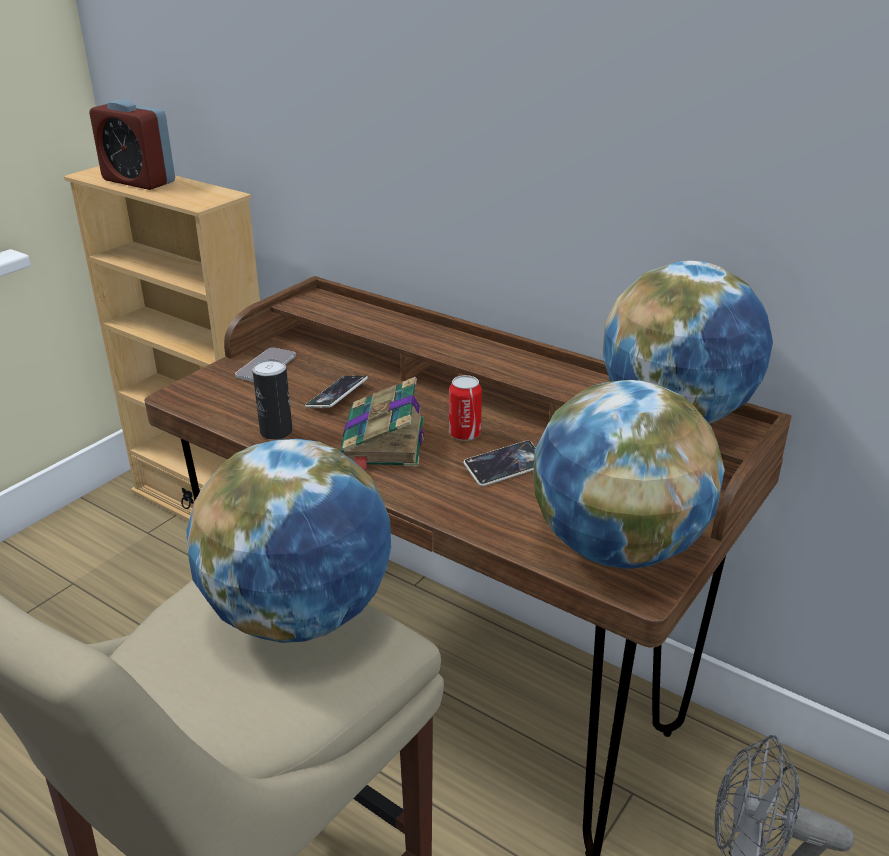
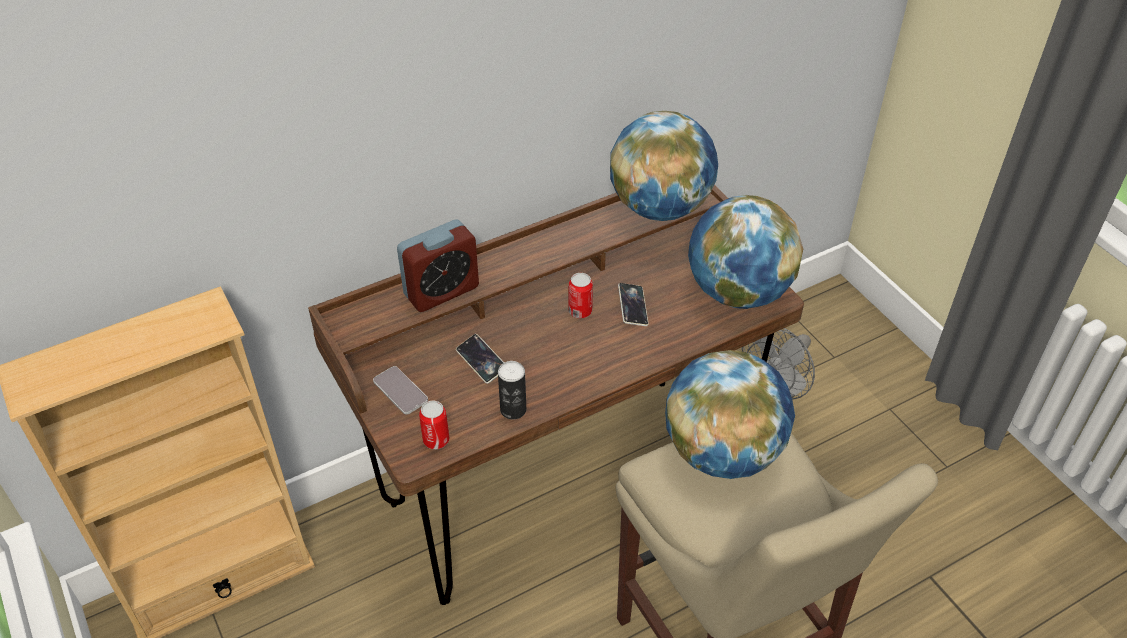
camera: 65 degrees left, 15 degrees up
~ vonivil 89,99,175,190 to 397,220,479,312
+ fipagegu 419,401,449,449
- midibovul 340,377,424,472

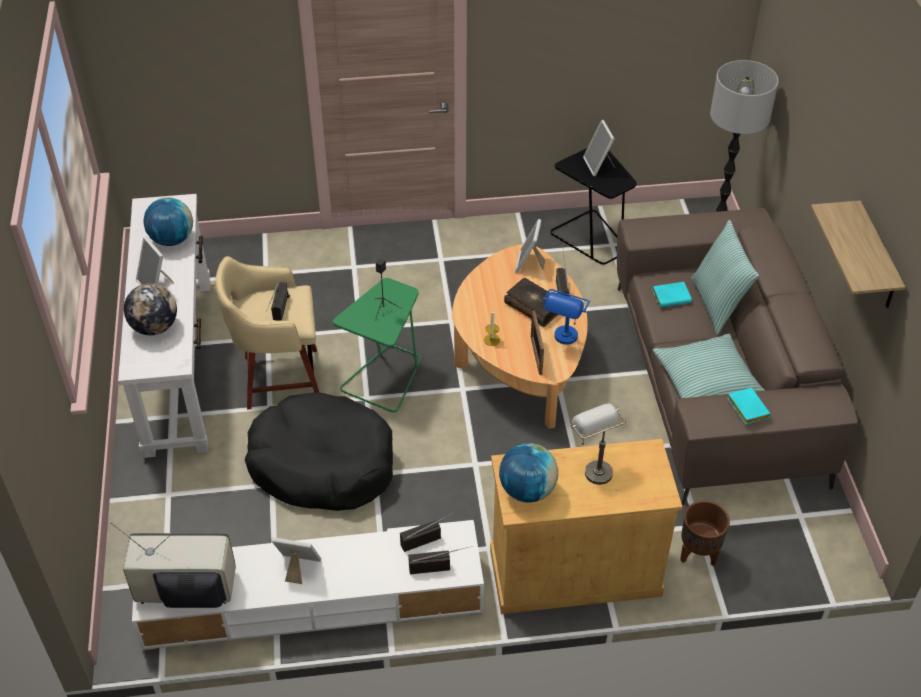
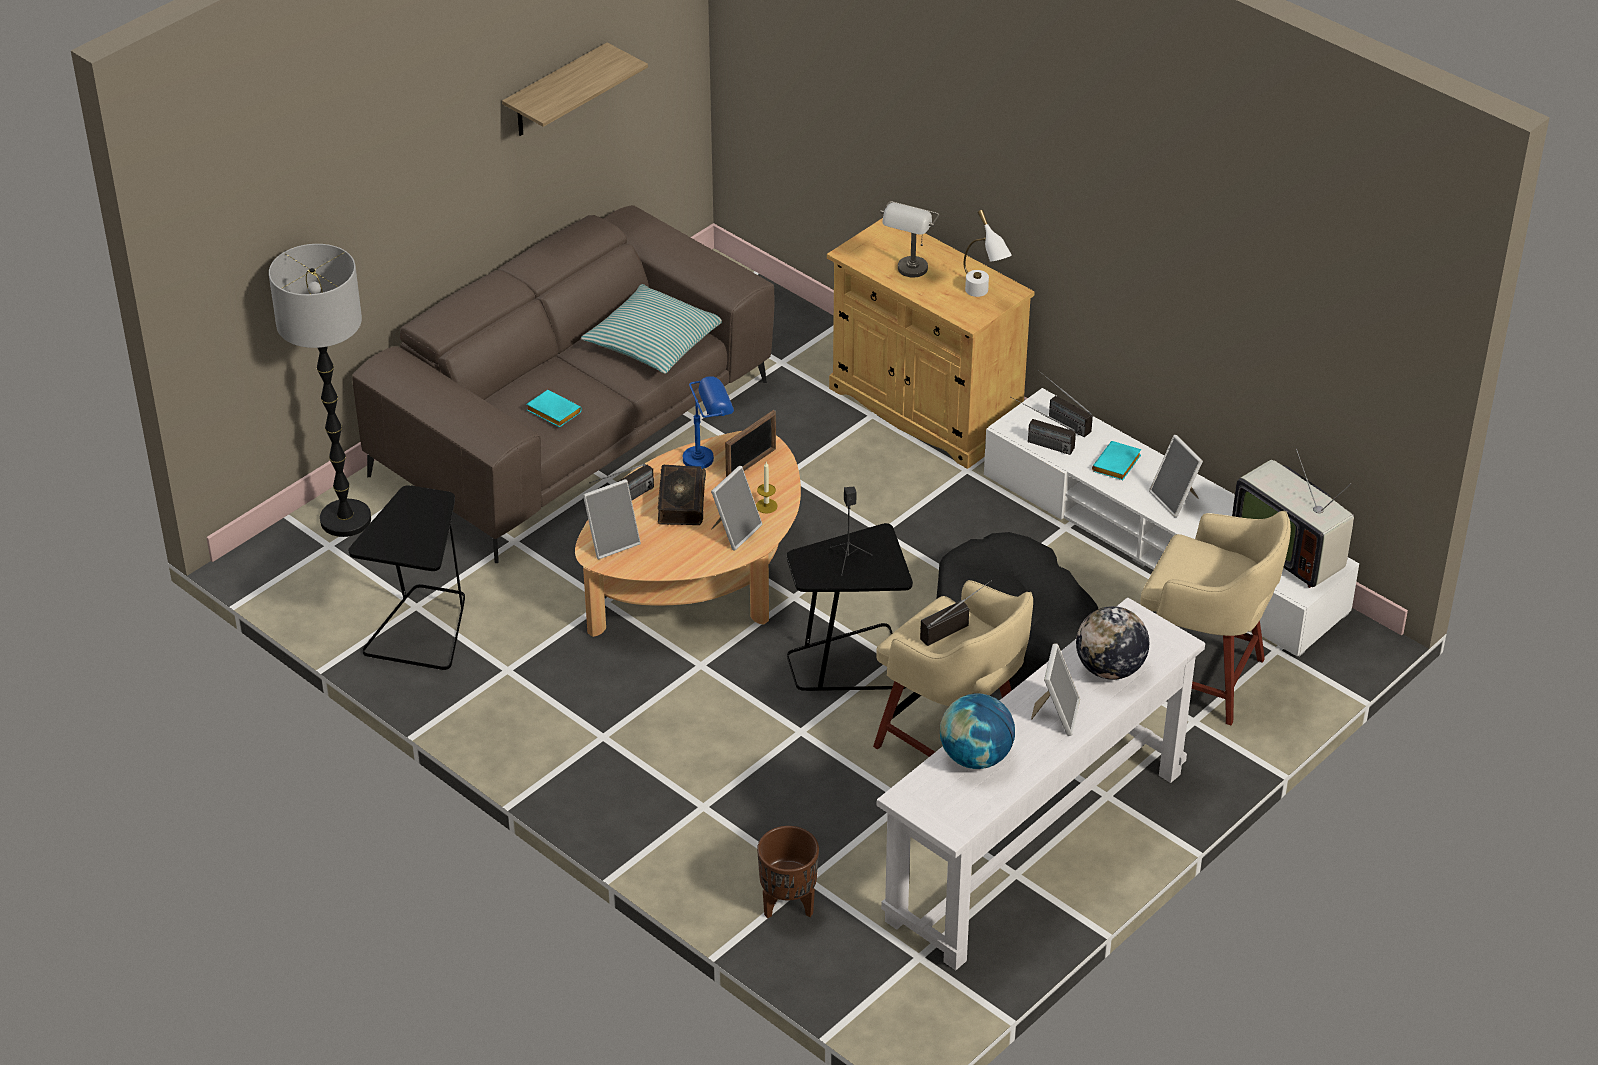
camera: 130 degrees left, 5 degrees down
~ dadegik 583,120,615,176 to 711,466,763,550
~ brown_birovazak 680,501,730,566 to 757,826,819,918
~ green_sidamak 333,278,421,413 to black_sidamak 787,523,913,691
~ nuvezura 499,443,558,503 to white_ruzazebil 964,210,1012,297
~ turquoise_midibovul 727,388,771,424 to 1092,441,1141,480
+ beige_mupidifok 1140,511,1291,725
- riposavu 691,220,759,335

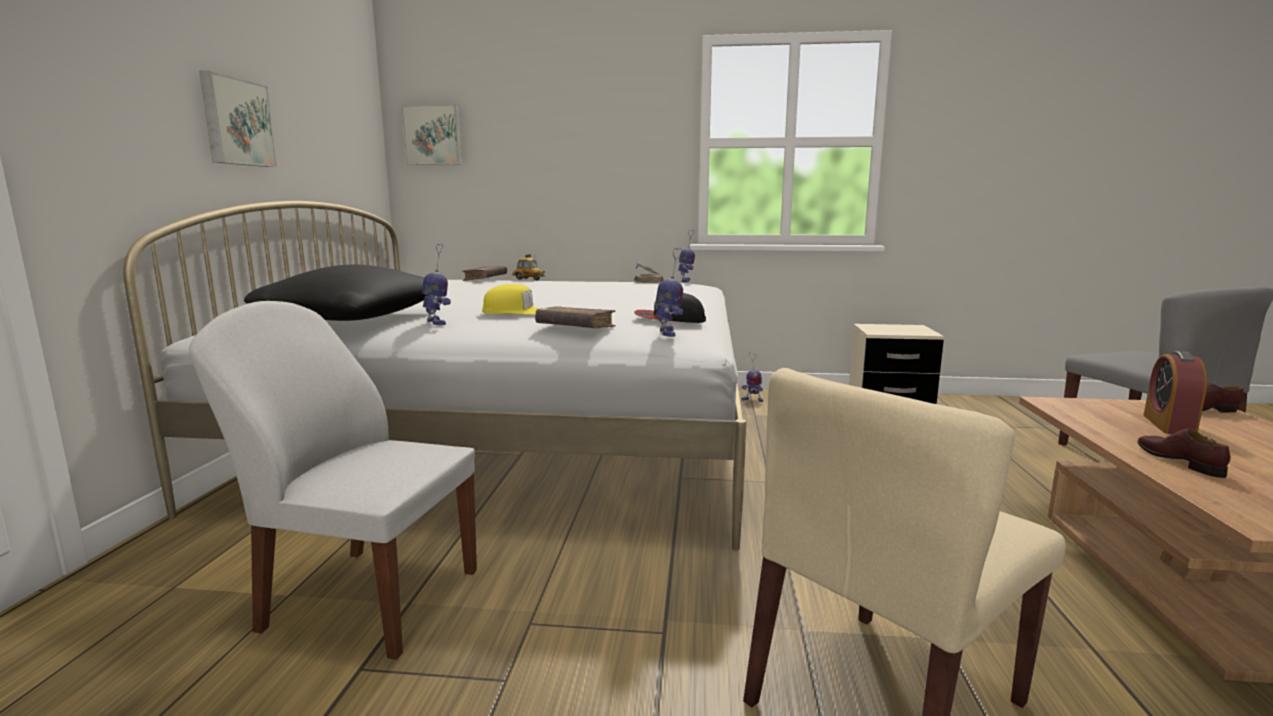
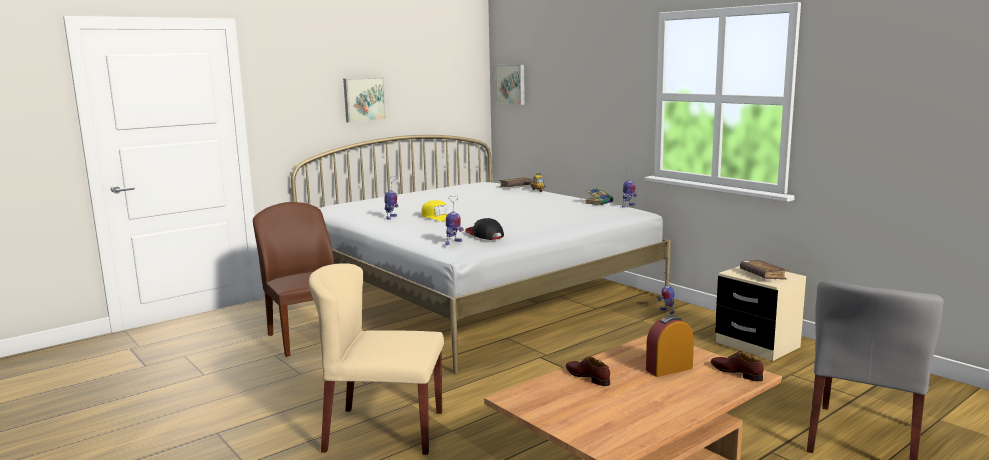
camera: 45 degrees right, 0 degrees up
~ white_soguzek 189,301,477,660 to brown_soguzek 253,202,334,357
~ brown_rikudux 1137,428,1230,478 = 566,356,610,386 75 degrees counterclockwise
~ brown_midibovul 535,306,616,328 to 740,260,788,279
- black_riposavu 244,265,432,321

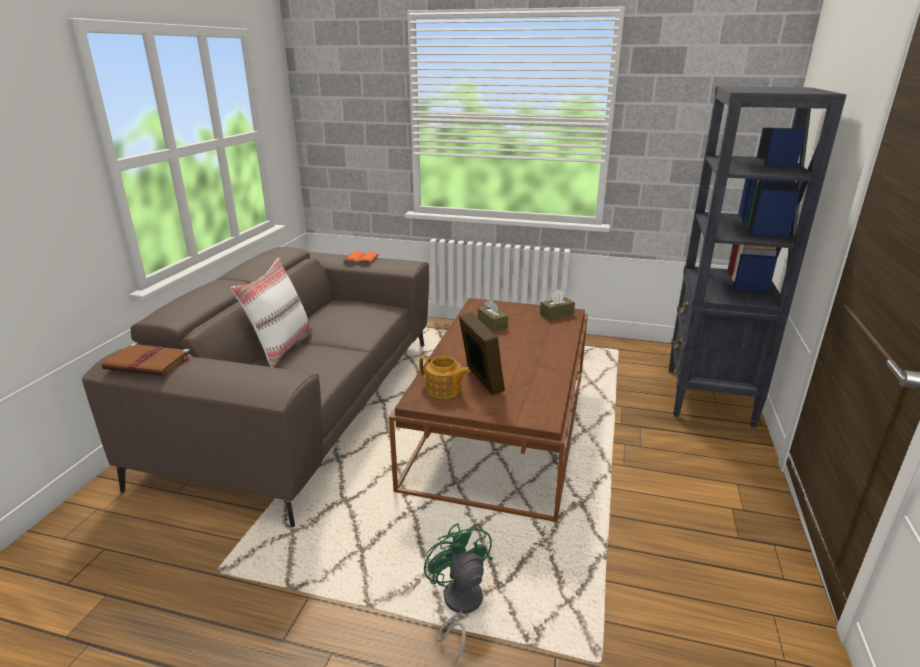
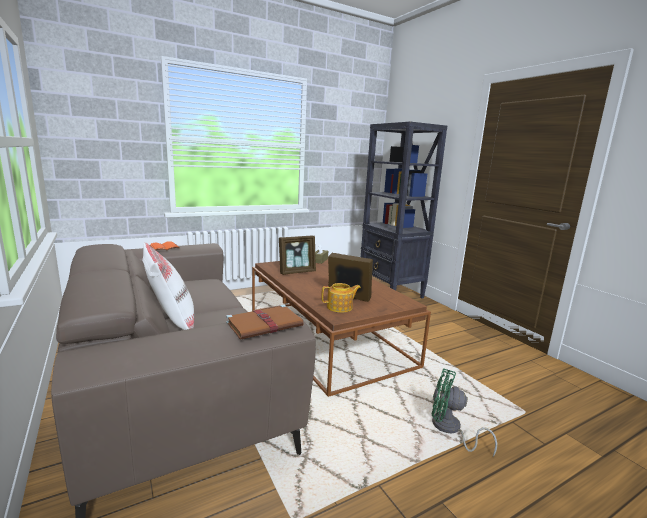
camera: 45 degrees left, 10 degrees down
~ brown_midibovul 102,343,192,376 to 226,305,304,339
~ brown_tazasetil 478,299,508,332 to dadegik 279,235,316,275

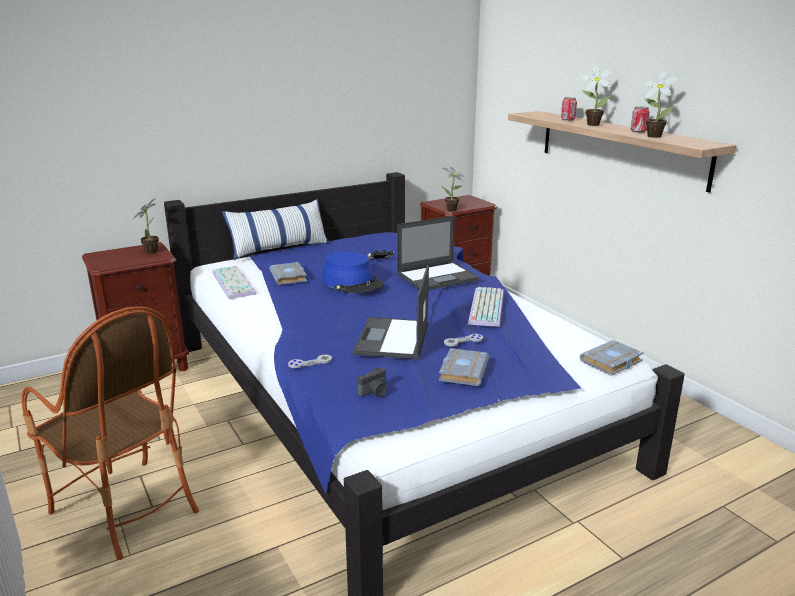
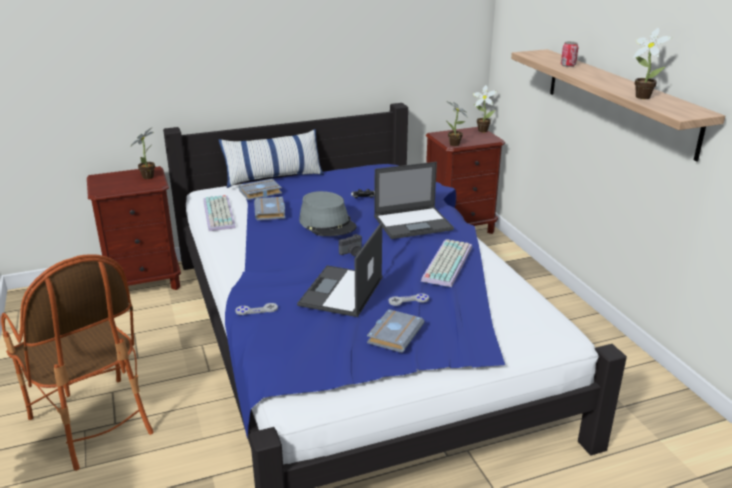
camera: 10 degrees right, 5 degrees up
~ grey_midibovul 580,340,644,376 to 238,179,282,200
~ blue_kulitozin 322,252,384,293 to grey_kulitozin 299,191,357,236
~ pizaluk 357,367,387,397 to 339,234,362,256
~ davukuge 580,65,613,126 to 473,85,497,132
- fipagegu 631,107,650,133

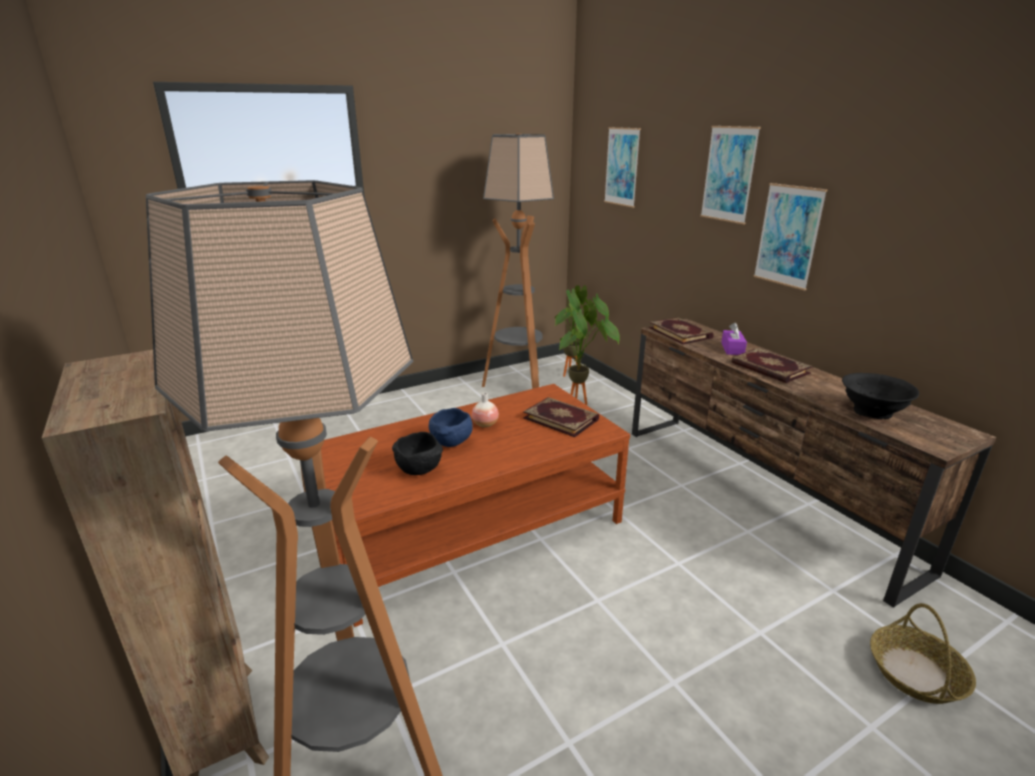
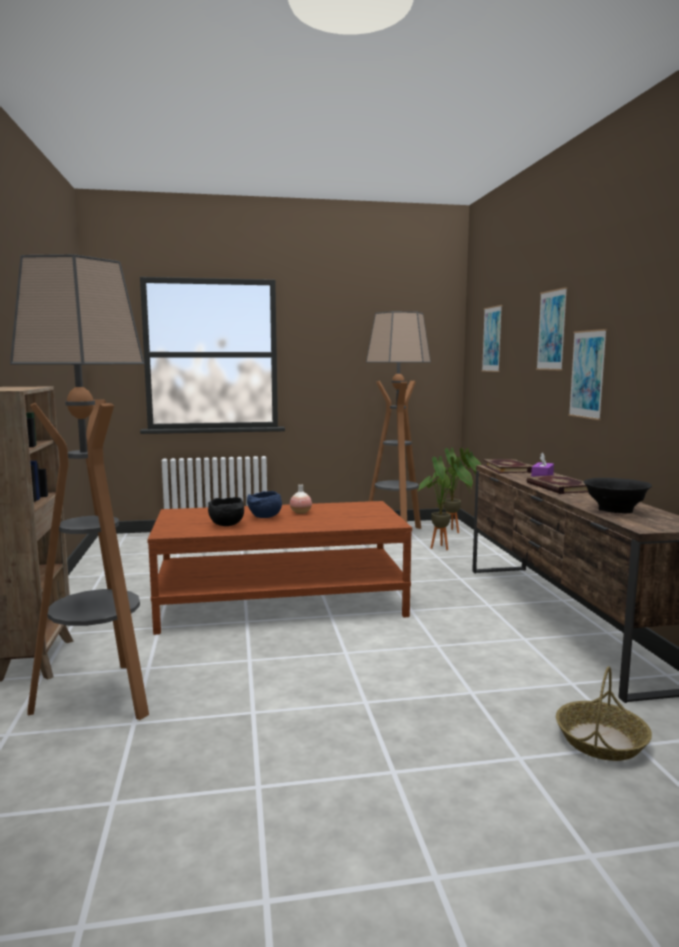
camera: 20 degrees right, 15 degrees down
- midibovul 523,397,599,437

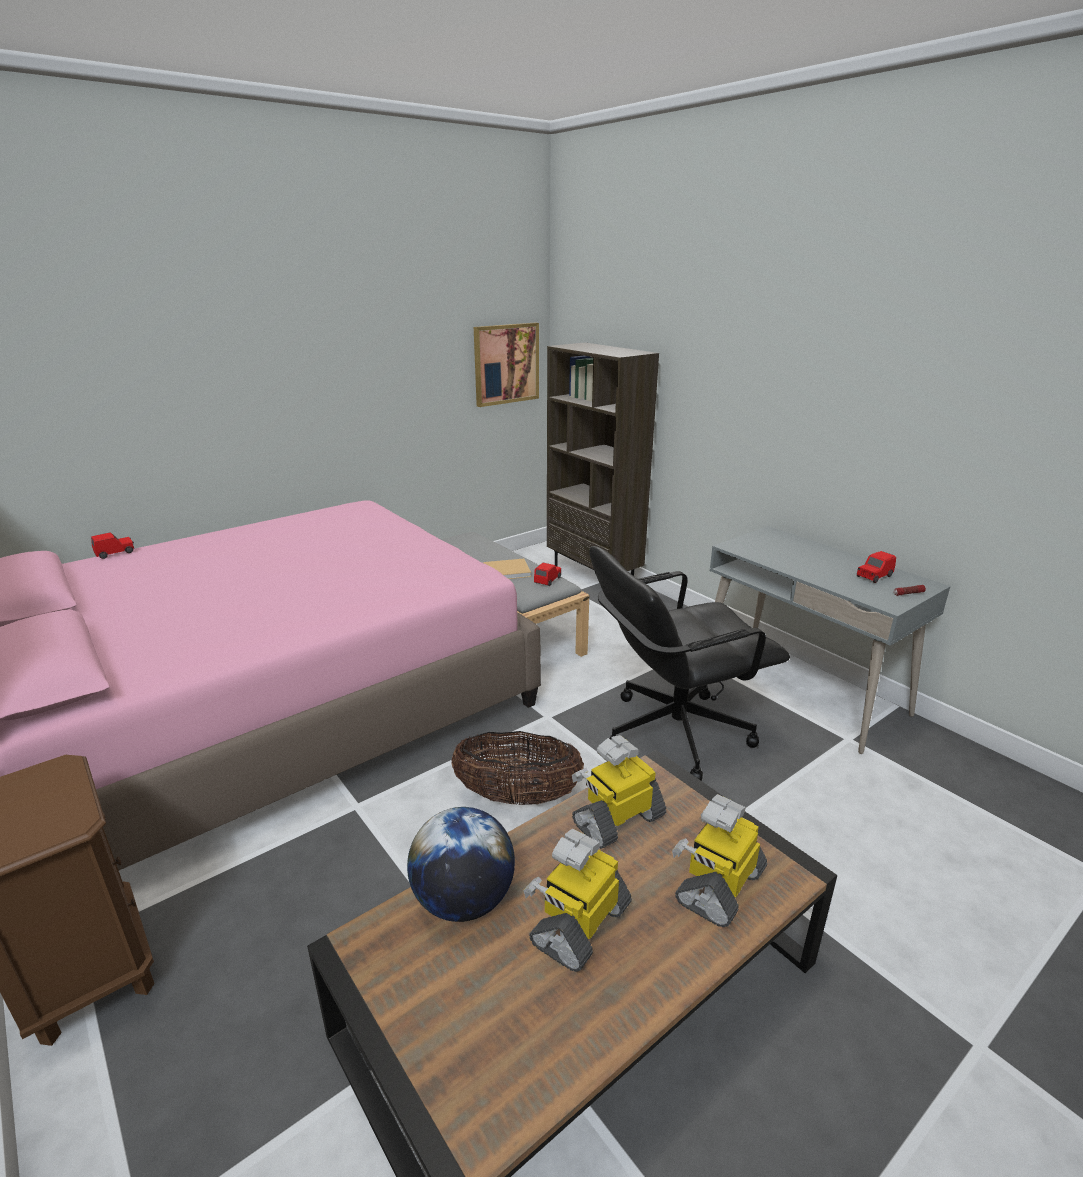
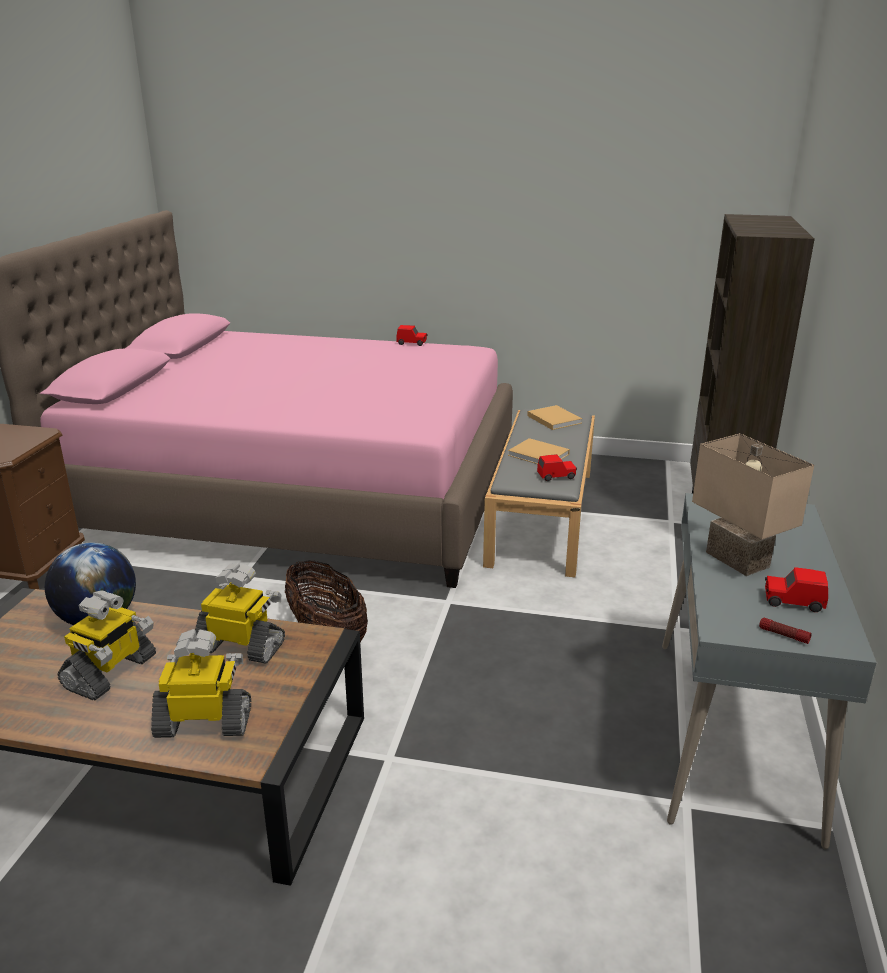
camera: 50 degrees right, 0 degrees up
~ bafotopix 524,828,632,972 = 57,590,156,701 120 degrees clockwise
~ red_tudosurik 91,532,134,559 to 396,325,427,346
+ beige_midibovul 527,405,582,430
+ beige_ruzazebil 692,433,814,576
- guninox 474,323,539,407
- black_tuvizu 589,546,790,781

